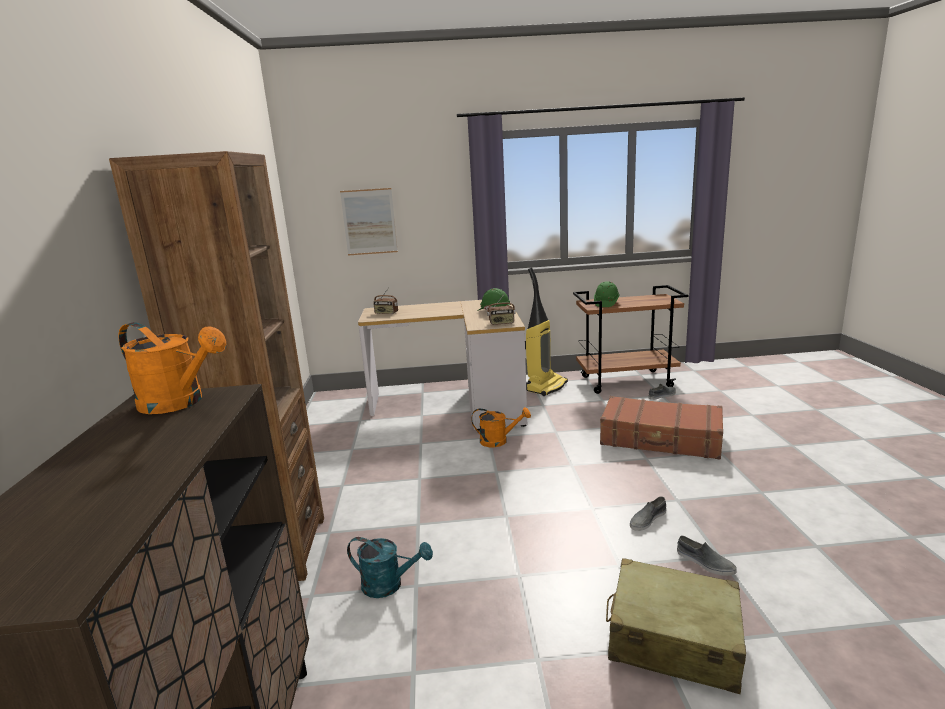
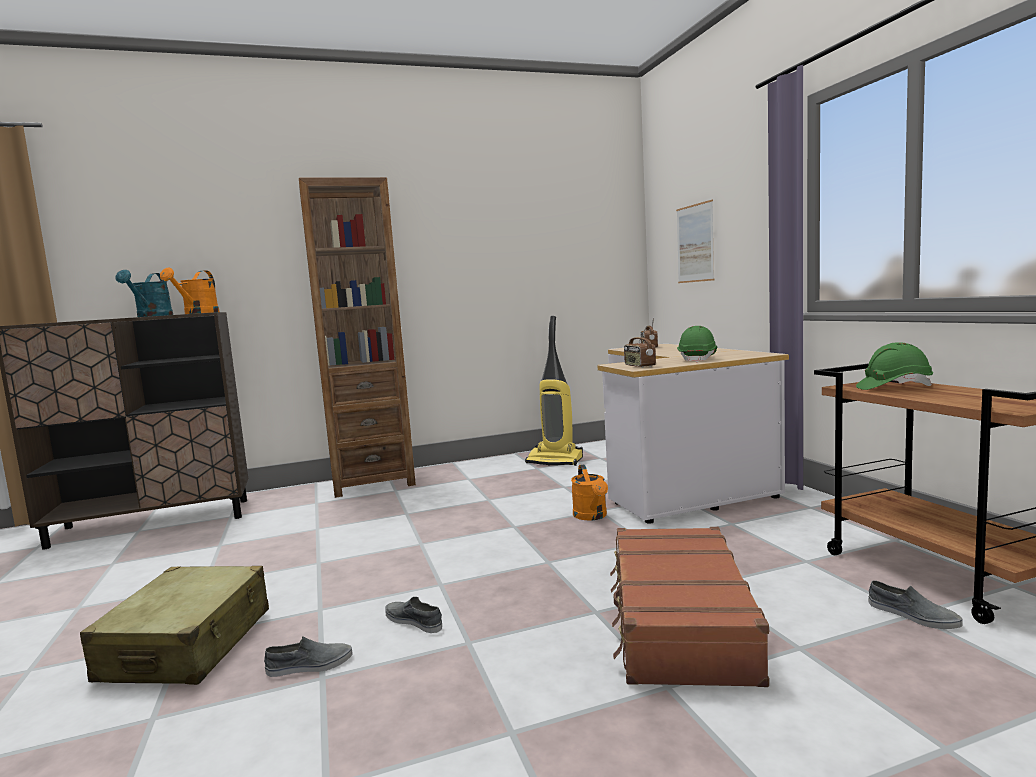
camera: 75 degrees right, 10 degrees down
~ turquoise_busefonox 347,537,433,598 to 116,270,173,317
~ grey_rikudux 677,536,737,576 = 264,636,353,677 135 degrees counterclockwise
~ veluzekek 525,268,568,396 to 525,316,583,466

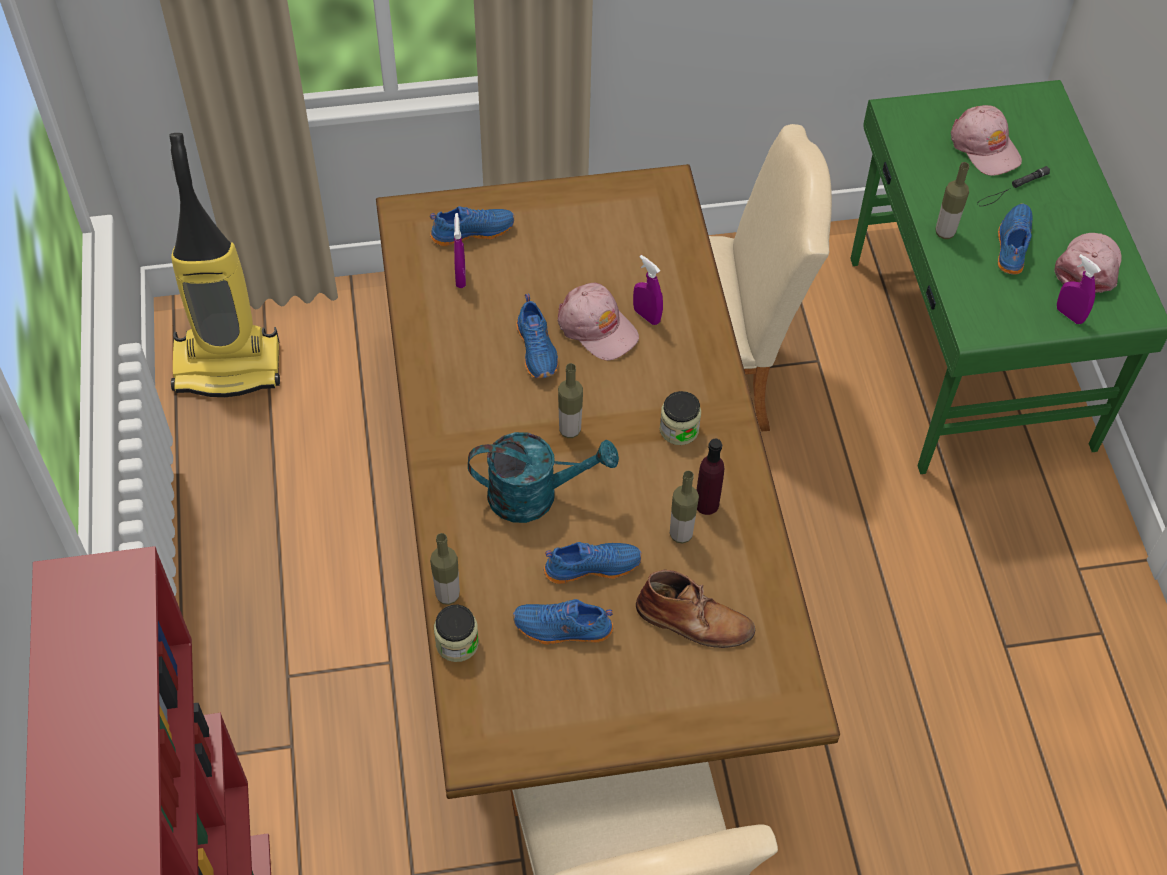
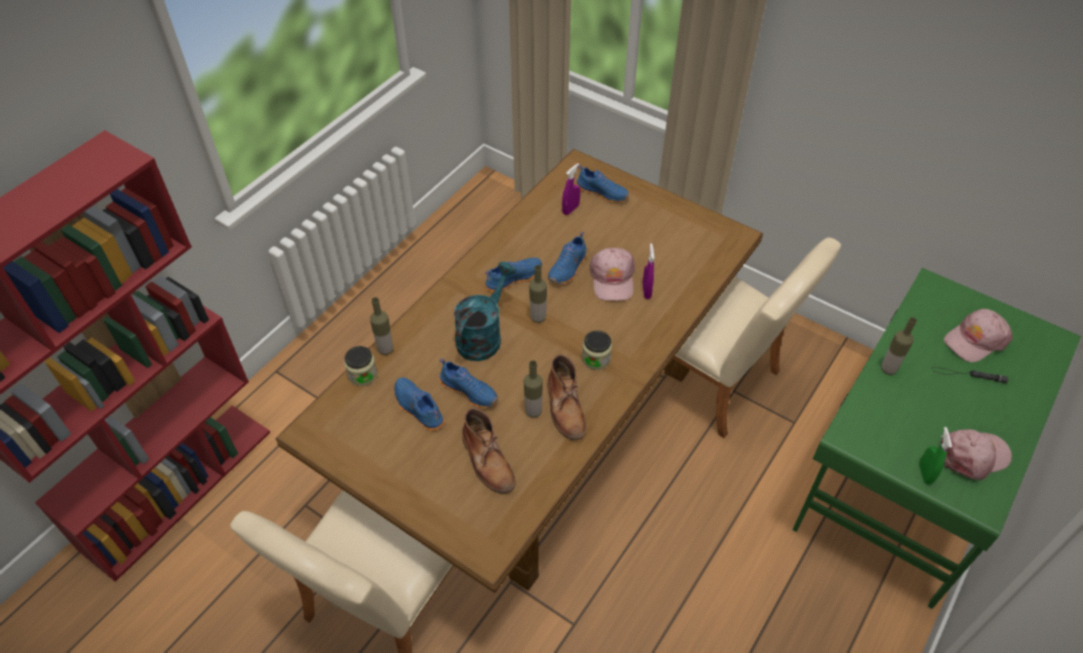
camera: 45 degrees right, 5 degrees down
~ turquoise_busefonox 468,432,619,523 = 454,262,516,361 105 degrees counterclockwise
~ blue_rikudux 998,204,1033,275 to 485,258,542,293
~ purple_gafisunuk 697,438,724,515 to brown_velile 547,354,587,440
~ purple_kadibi 1057,254,1101,324 to green_kadibi 919,427,952,485
~ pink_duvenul 951,105,1022,176 = 944,309,1012,362 45 degrees clockwise
- veluzekek 169,133,280,397

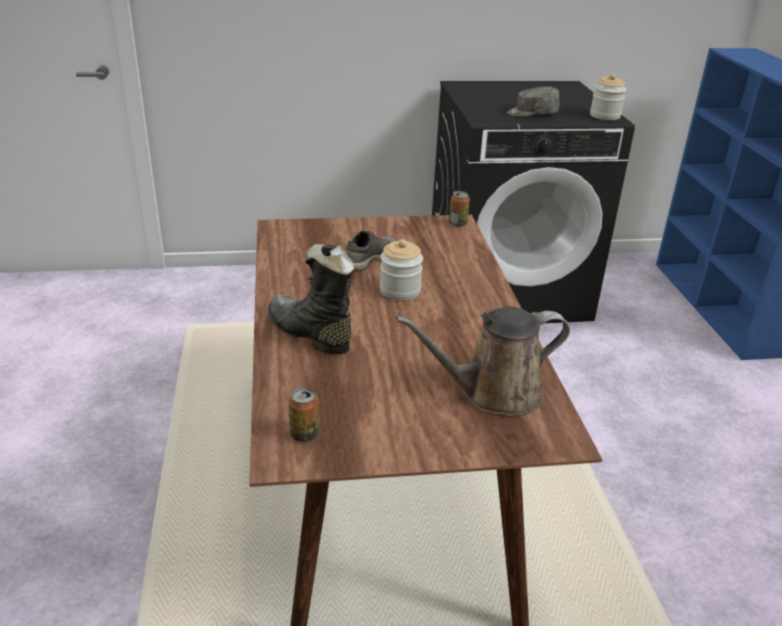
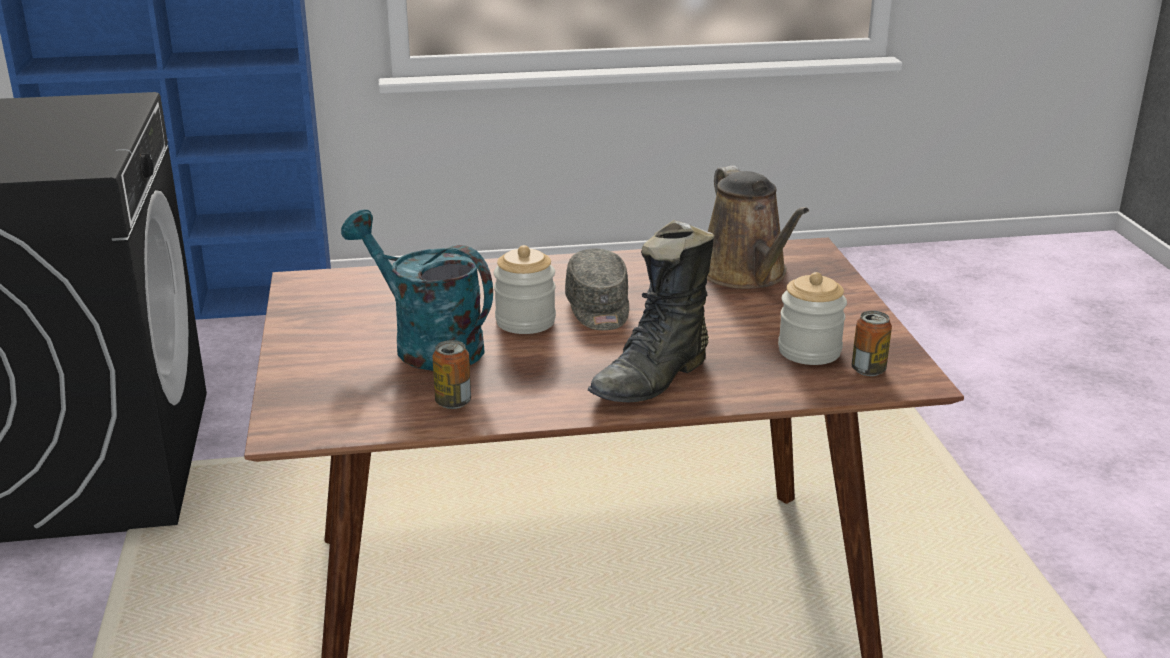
camera: 90 degrees left, 5 degrees down
~ grey_rikudux 346,231,397,272 to turquoise_busefonox 341,210,493,371
~ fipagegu 449,191,470,227 to 432,340,471,409
~ grey_duvenul 507,87,560,117 to 565,249,629,330
~ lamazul 590,74,626,120 to 778,272,847,365

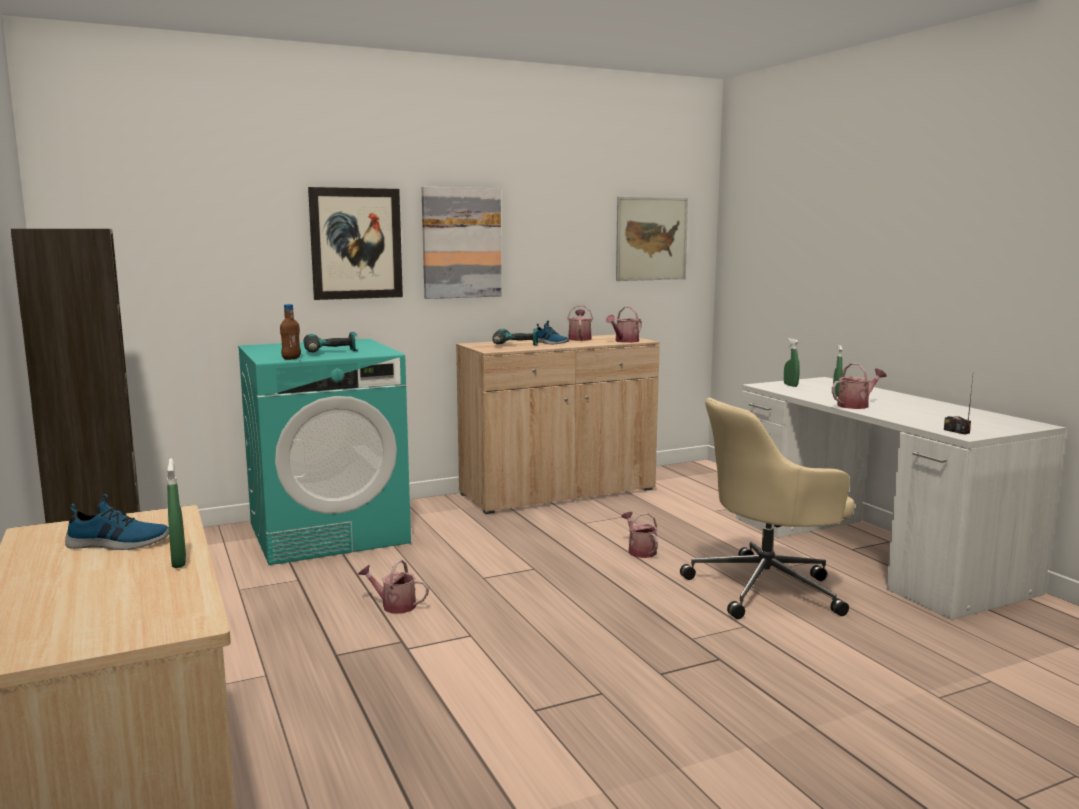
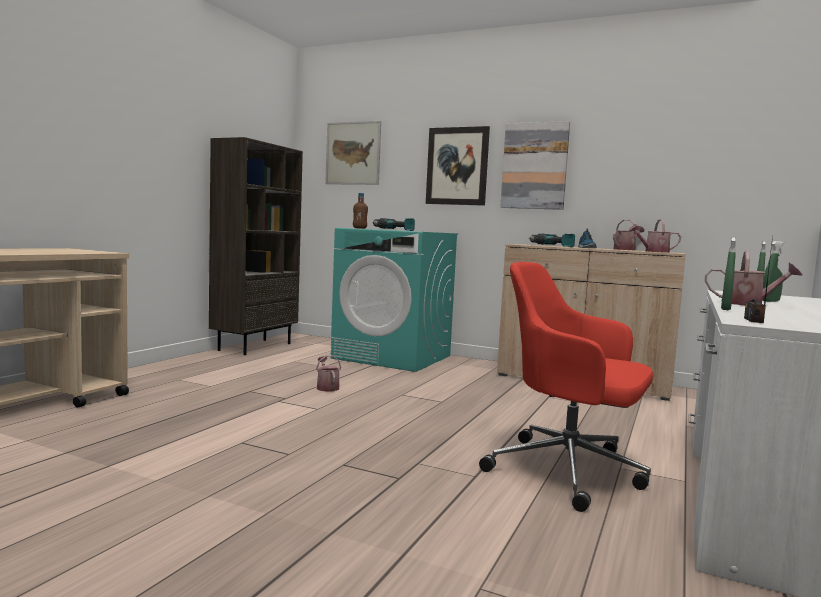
camera: 50 degrees right, 5 degrees down
~ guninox 616,197,688,281 to 325,121,381,185
~ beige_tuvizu 680,398,855,619 to red_tuvizu 479,262,653,512
~ green_kadibi 167,458,186,568 to 721,237,736,310
- rikudux 65,494,169,550
- busefonox 621,512,658,558

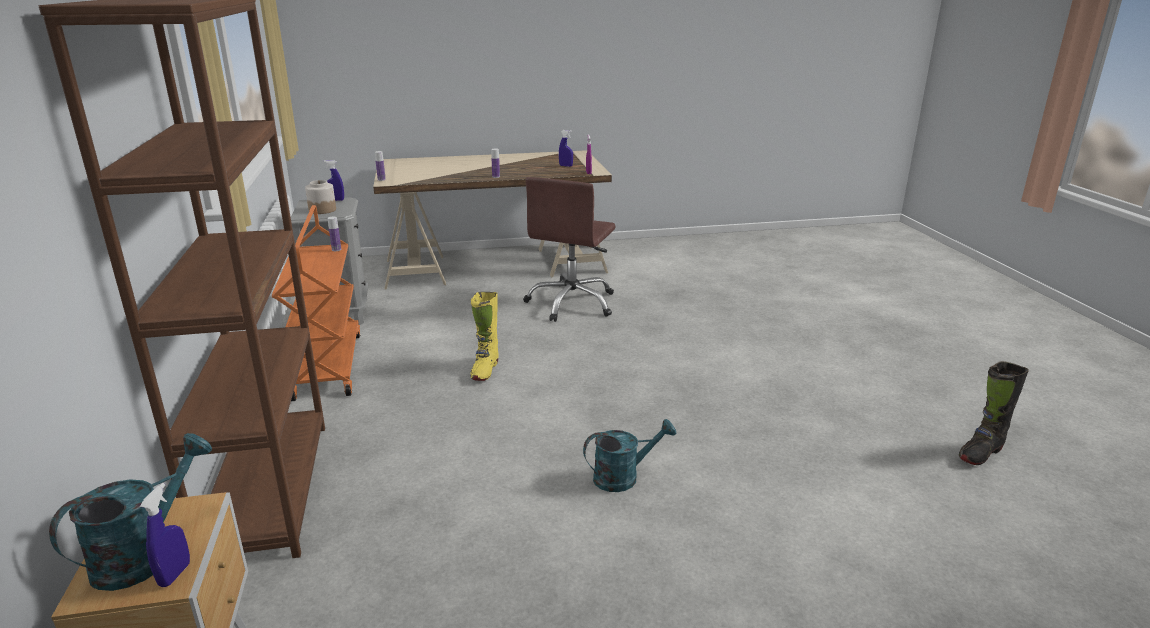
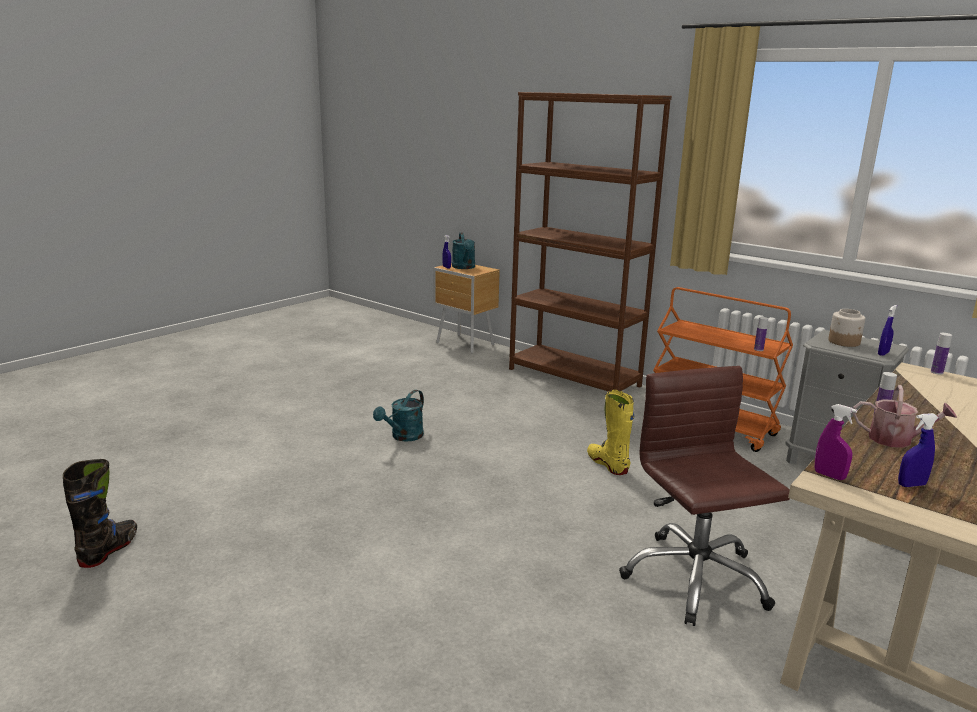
camera: 140 degrees right, 5 degrees down
+ busefonox 853,385,957,448

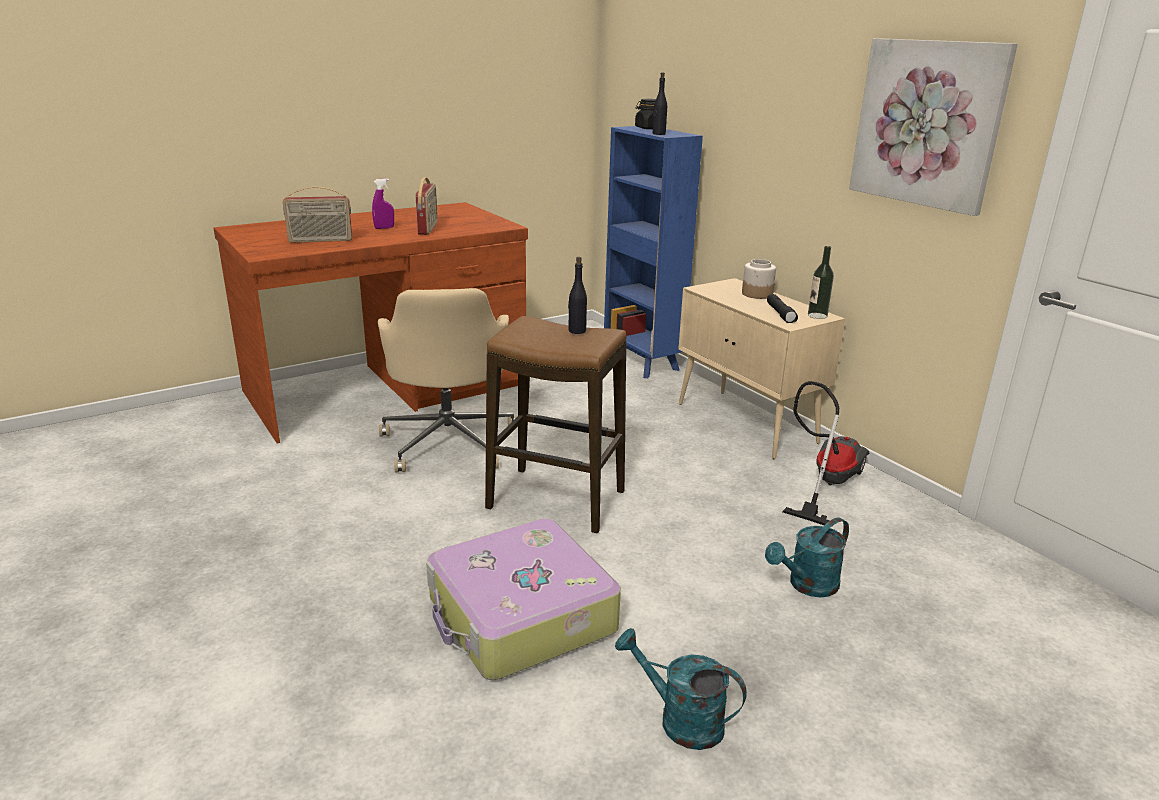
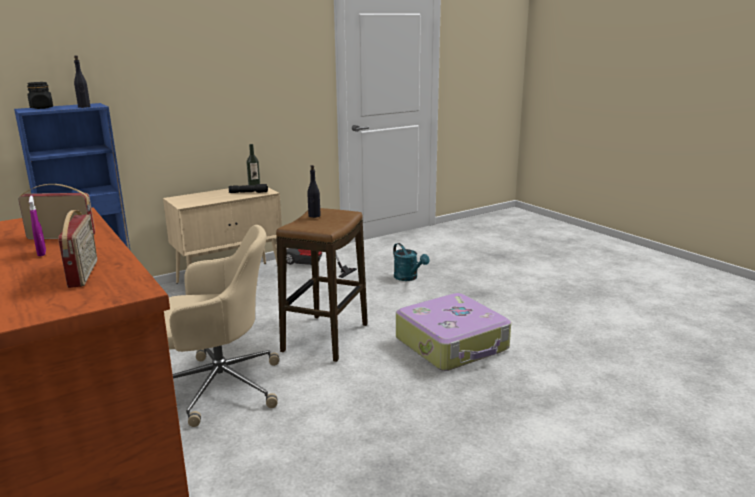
camera: 90 degrees left, 5 degrees down
- turquoise_busefonox 615,628,747,750
- lamazul 742,259,776,299
- guninox 849,38,1018,216

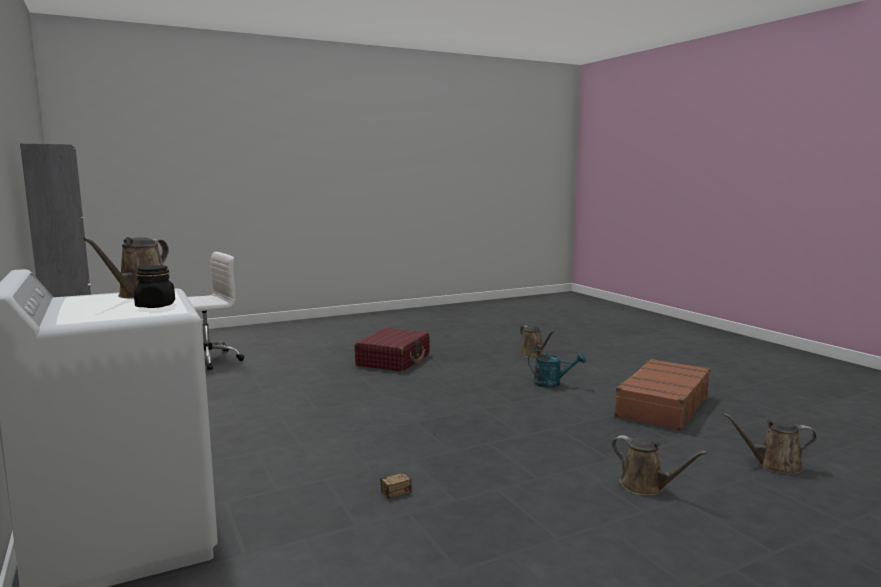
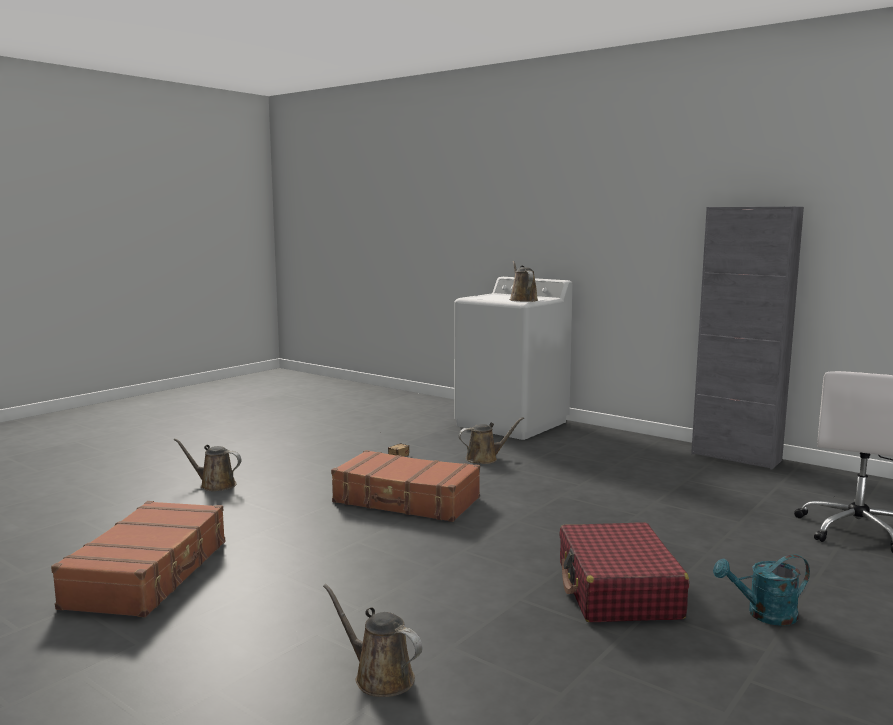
camera: 155 degrees right, 0 degrees up
+ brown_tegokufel 331,450,480,522
~ brown_busefonox 723,413,817,474 to 459,417,524,464
~ turquoise_busefonox 528,349,586,388 to 713,554,810,626
- black_lamazul 134,265,175,308

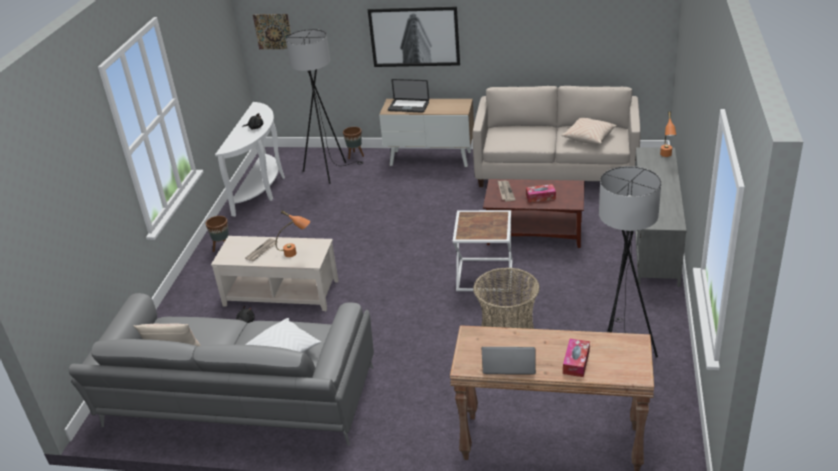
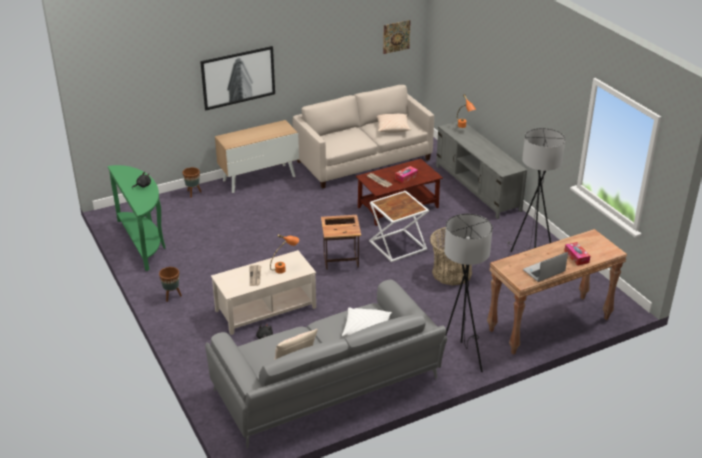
camera: 40 degrees left, 0 degrees up
~ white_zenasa 215,102,285,217 to green_zenasa 108,165,166,271
+ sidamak 321,215,361,270
~ guninox 253,14,291,49 to 383,20,411,54
~ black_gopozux 286,29,363,184 to 444,214,493,372
- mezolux 388,79,429,113

